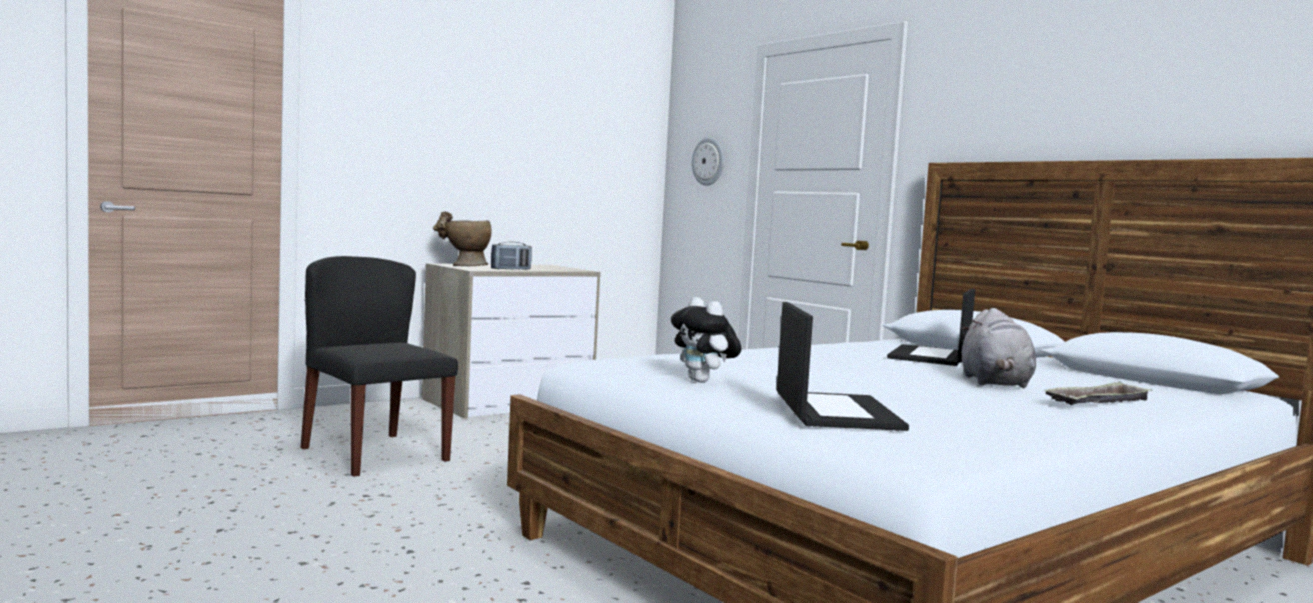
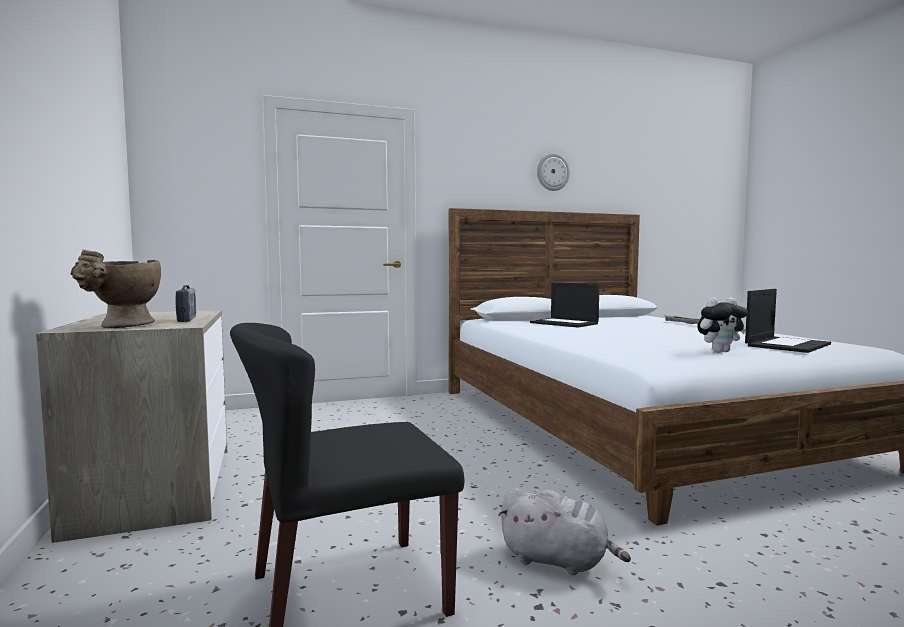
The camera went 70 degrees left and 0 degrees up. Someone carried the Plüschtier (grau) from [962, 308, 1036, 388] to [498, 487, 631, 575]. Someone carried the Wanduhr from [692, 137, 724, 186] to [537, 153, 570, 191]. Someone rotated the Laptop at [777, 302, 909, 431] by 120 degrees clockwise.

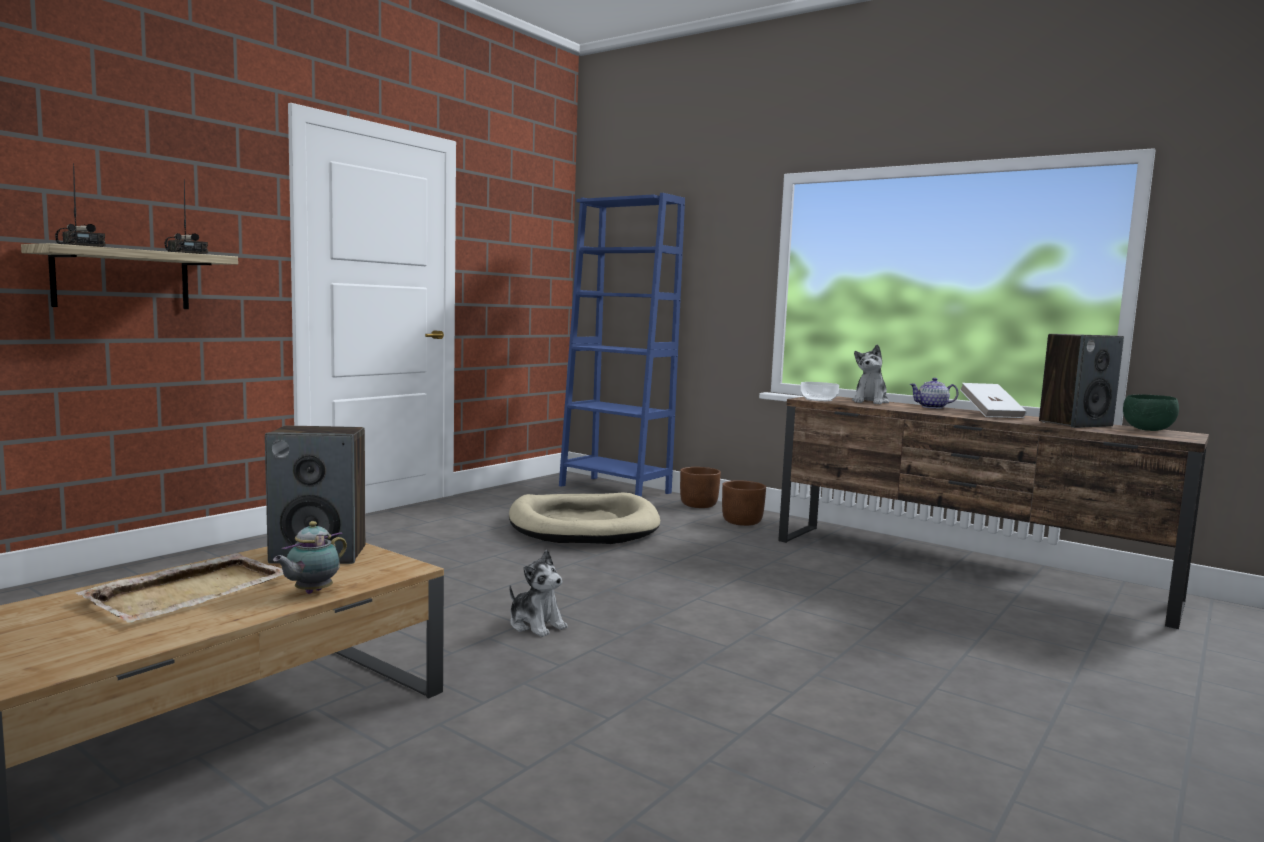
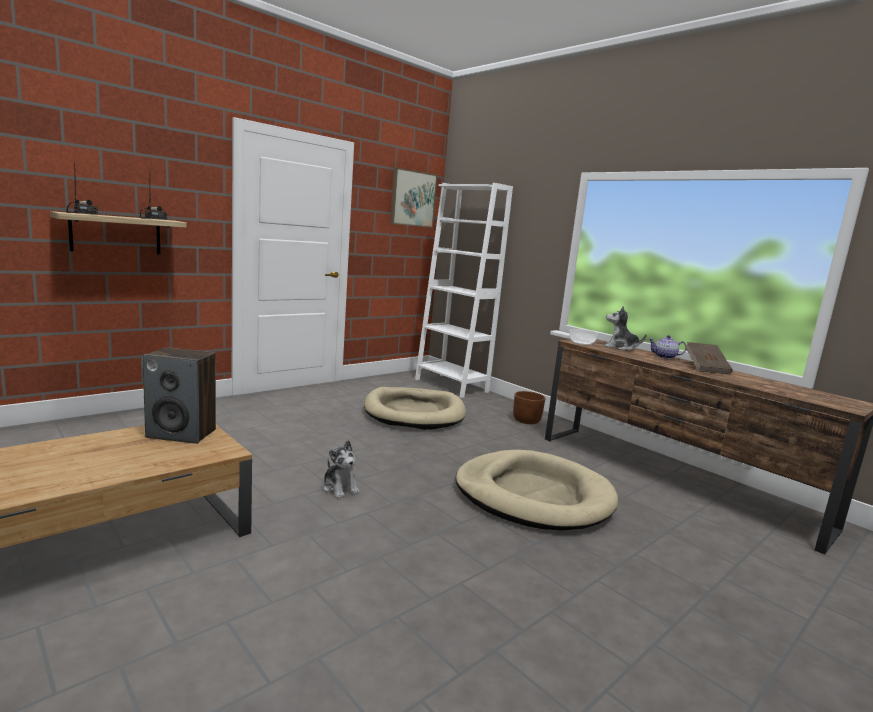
The camera went 10 degrees right and 5 degrees up. Someone put up the Bild at [390, 167, 437, 228]. Someone repainted the Bücherregal (blau) at [559, 193, 685, 497], which became the Bücherregal (weiß) at [415, 183, 513, 398]. Someone put down the Hundebett (beige) at [456, 450, 618, 530]. Someone rotated the Plüschtier at [852, 345, 889, 404] by 75 degrees clockwise. Someone repainted the Buch (weiß) at [960, 383, 1026, 418], which became the Buch (braun) at [685, 342, 733, 374]. Someone took away the Tablett (beige) at [76, 553, 284, 623]. Someone took away the Teekanne at [273, 521, 347, 594]. Someone took away the Pflanzkübel (braun) at [680, 467, 721, 508]. Someone took away the Lautsprecher at [1039, 334, 1124, 428]. Someone took away the Schüssel (grün) at [1123, 395, 1179, 431].

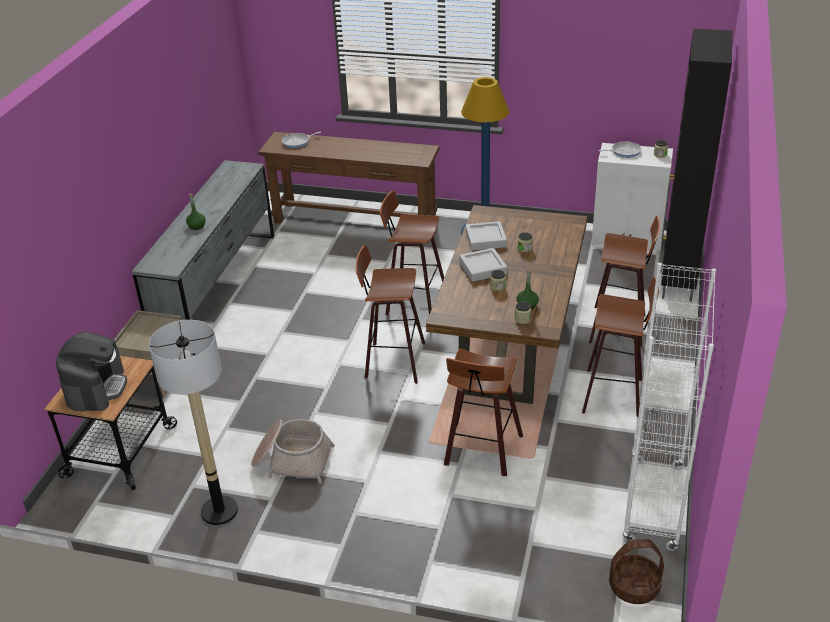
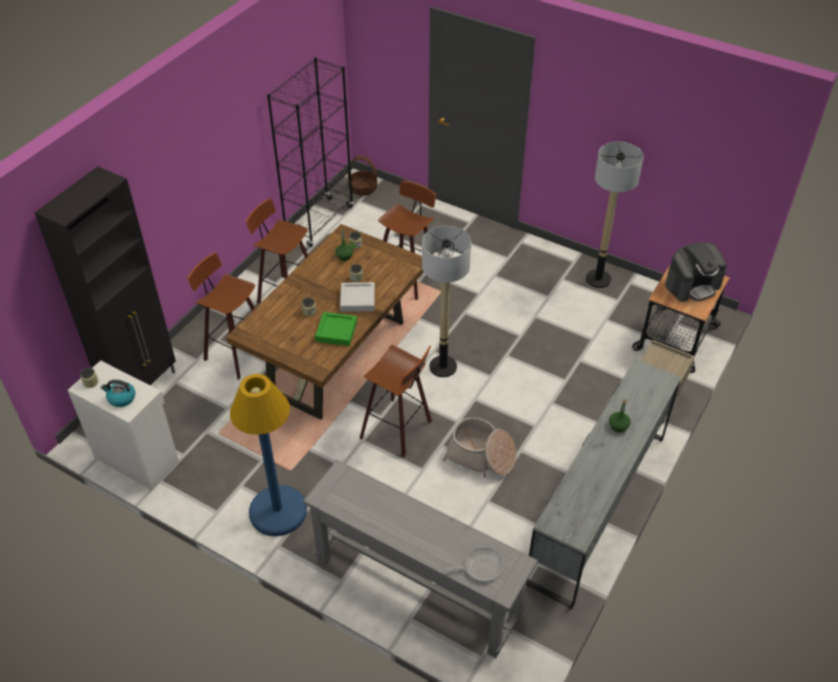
The camera went 165 degrees left and 10 degrees up. Someone swapped the Pfanne at [598, 141, 641, 158] for the Wasserkessel at [101, 380, 135, 407]. Someone repainted the Bücherregal (weiß) at [622, 263, 716, 551], which became the Bücherregal (schwarz) at [267, 57, 354, 247]. Someone repainted the Konsolentisch (braun) at [258, 132, 440, 224], which became the Konsolentisch (grau) at [303, 460, 538, 658]. Someone repainted the Tablett (grau) at [465, 221, 507, 250], which became the Tablett (grün) at [315, 312, 357, 346]. Someone swapped the Hocker at [356, 245, 425, 384] for the Stehlampe at [422, 226, 471, 377]. Someone carried the Korb from [251, 419, 335, 484] to [443, 417, 516, 478]. Someone rotated the Kaffeemaschine at [56, 331, 127, 411] by 135 degrees counterclockwise.

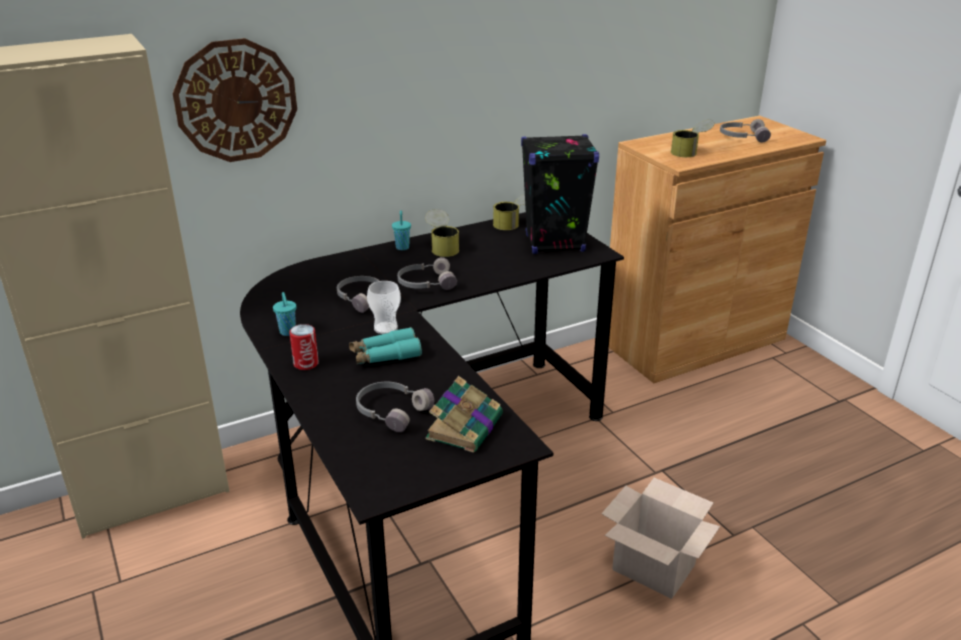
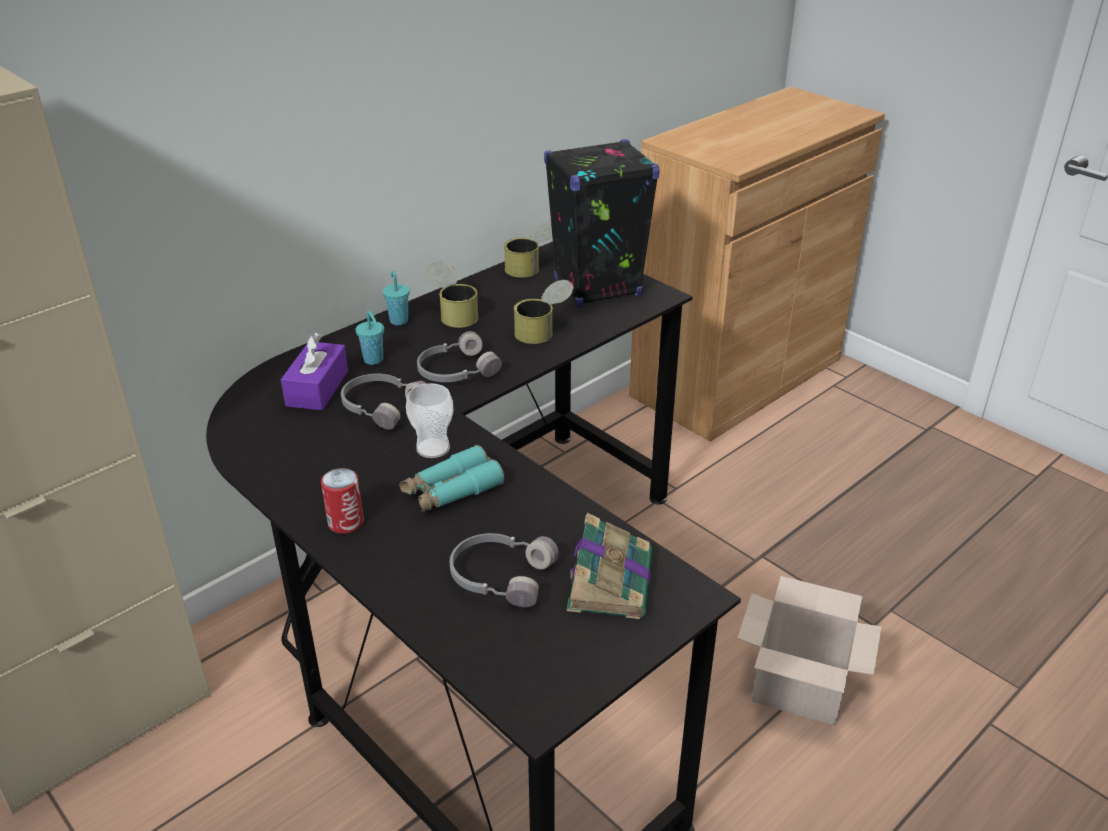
The camera went 15 degrees left and 5 degrees up. Someone put down the Taschentuchbox (lila) at [281, 332, 348, 411]. Someone carried the Tasse (türkis) from [273, 292, 296, 336] to [356, 311, 384, 365]. Someone carried the Dose from [671, 120, 715, 157] to [514, 280, 573, 344]. Someone took away the Wanduhr at [173, 38, 297, 162]. Someone took away the Kopfhörer (grau) at [720, 119, 771, 143].

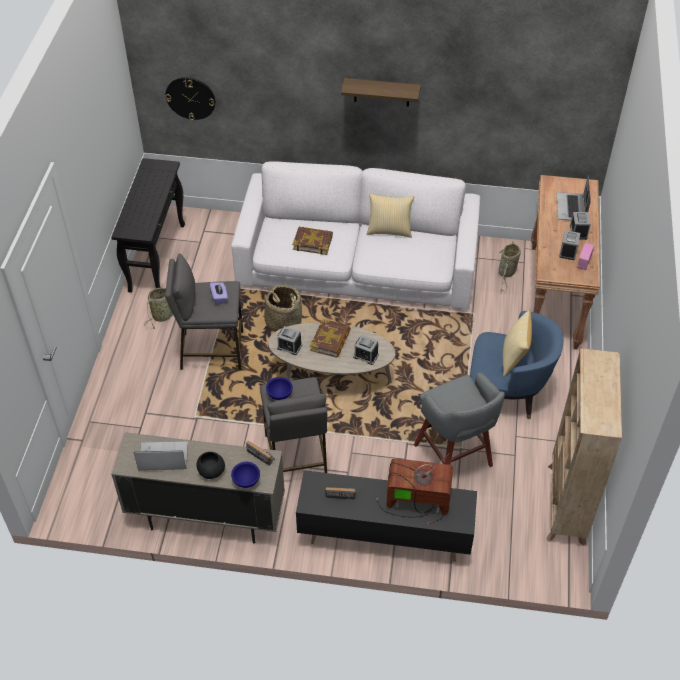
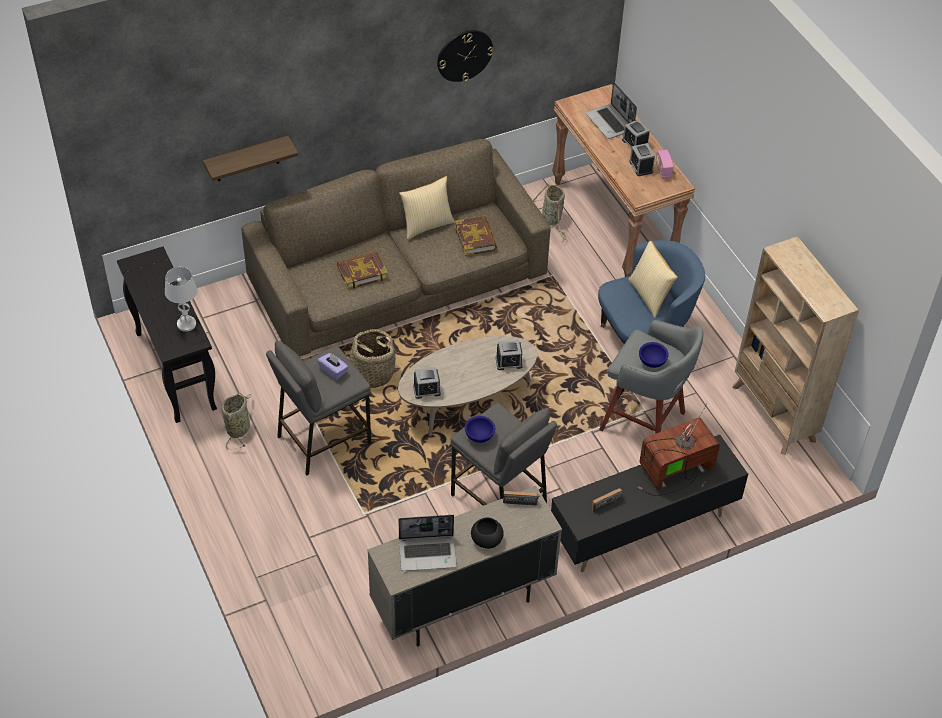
The camera went 35 degrees left and 0 degrees up. Someone put down the Tischlampe (weiß) at [165, 267, 197, 332]. Someone carried the Wandregal from [341, 78, 421, 107] to [203, 136, 298, 181]. Someone repainted the Sofa (weiß) at [231, 161, 481, 309], which became the Sofa (braun) at [241, 139, 551, 357]. Someone rotated the Laptop at [134, 441, 188, 470] by 150 degrees counterclockwise. Someone carried the Wanduhr from [165, 77, 215, 120] to [437, 30, 493, 82]. Someone carried the Buch from [310, 319, 351, 358] to [455, 216, 497, 256]. Someone carried the Schüssel (blau) from [231, 462, 260, 488] to [639, 342, 669, 368].

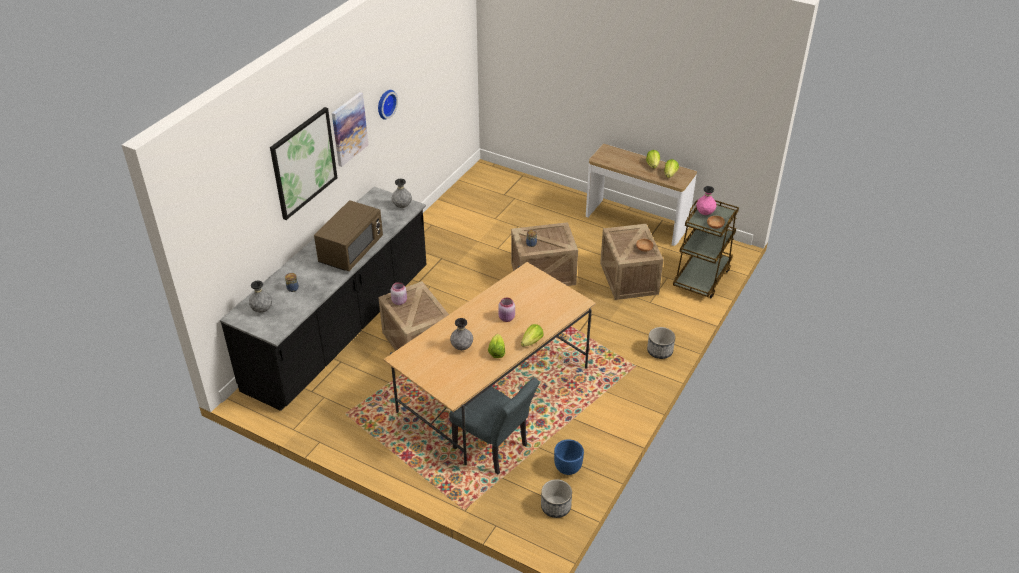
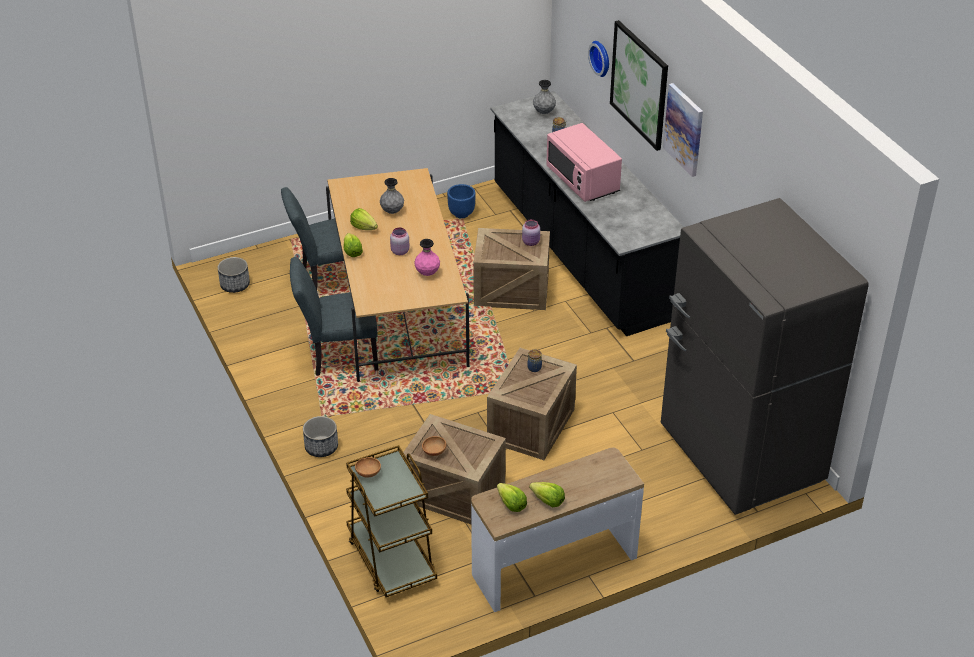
The camera went 125 degrees right and 0 degrees up. Someone put down the Stuhl (grau) at [290, 257, 378, 376]. Someone carried the Vase (rosa) from [696, 186, 716, 215] to [414, 239, 440, 276]. Someone carried the Pflanzkübel (blau) from [554, 439, 584, 475] to [447, 184, 476, 218]. Someone repainted the Mikrowelle (braun) at [314, 200, 383, 271], which became the Mikrowelle (rosa) at [546, 123, 622, 202]. Someone carried the Wanduhr from [378, 90, 398, 120] to [588, 41, 609, 77]. Someone put down the Kühlschrank (grau) at [661, 198, 869, 515]. Someone took away the Vase (grau) at [392, 179, 412, 208].

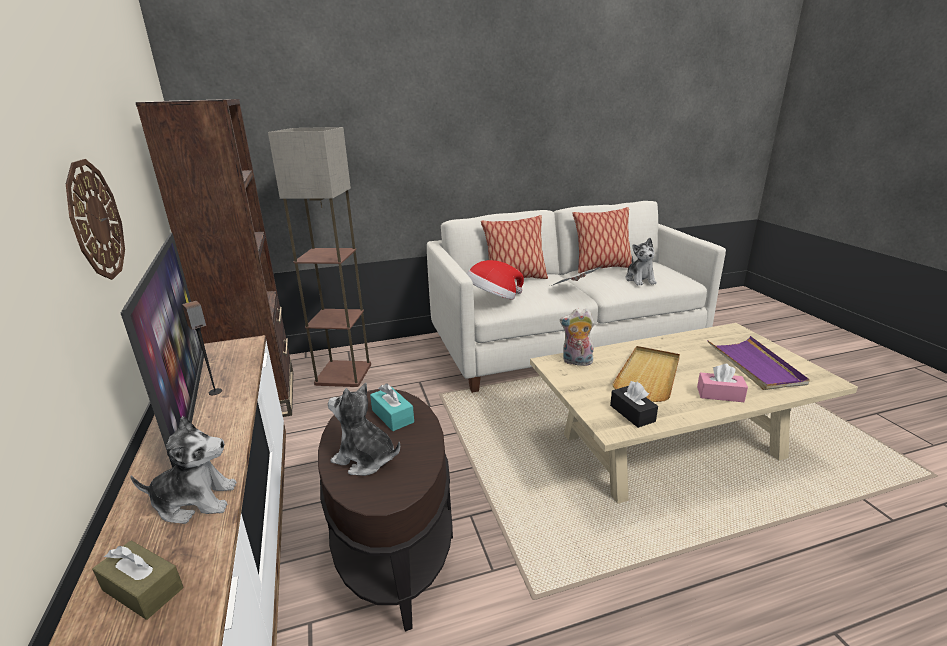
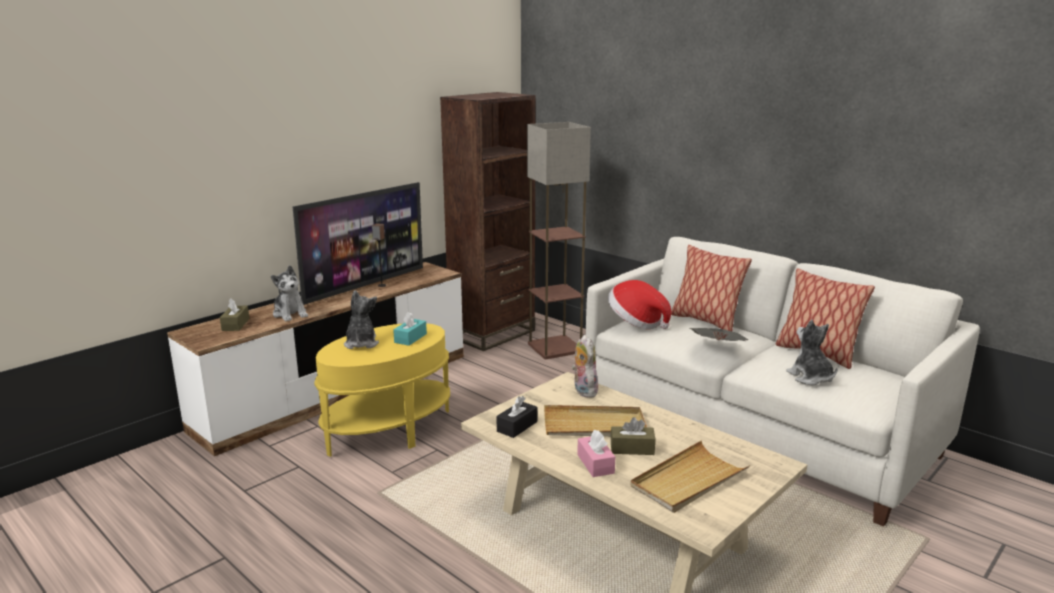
The camera went 60 degrees right and 5 degrees down. Someone repainted the Beistelltisch (braun) at [318, 389, 453, 632], which became the Beistelltisch (gelb) at [314, 323, 450, 457]. Someone put down the Taschentuchbox (braun) at [610, 417, 656, 455]. Someone repainted the Tablett (lila) at [707, 336, 810, 390], which became the Tablett (beige) at [630, 441, 750, 513]. Someone rotated the Plüschtier at [626, 238, 657, 285] by 105 degrees clockwise. Someone took away the Wanduhr at [66, 159, 125, 280].

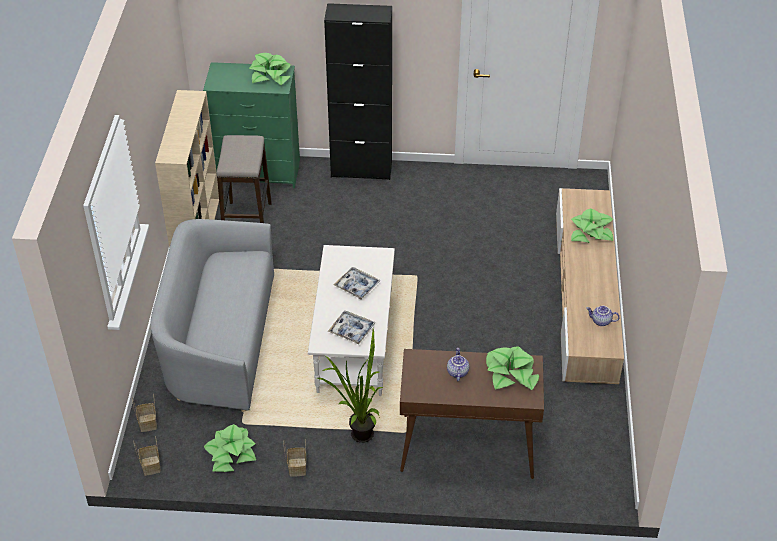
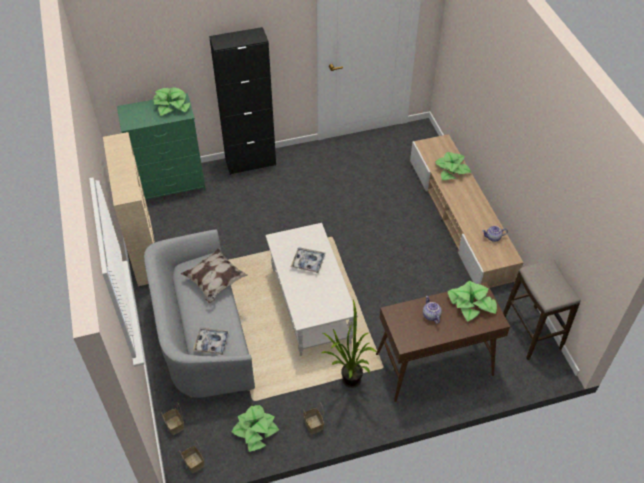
The camera went 20 degrees left and 5 degrees up. Someone put down the Kissen at [181, 248, 248, 303]. Someone carried the Tablett from [328, 311, 376, 344] to [193, 327, 230, 355]. Someone carried the Hocker from [216, 135, 272, 223] to [503, 259, 581, 360].

